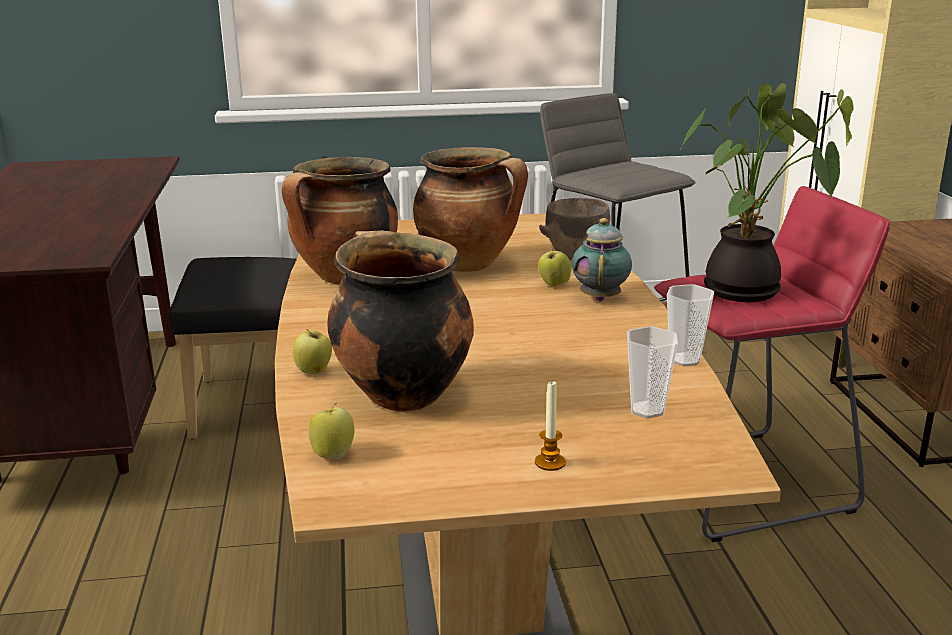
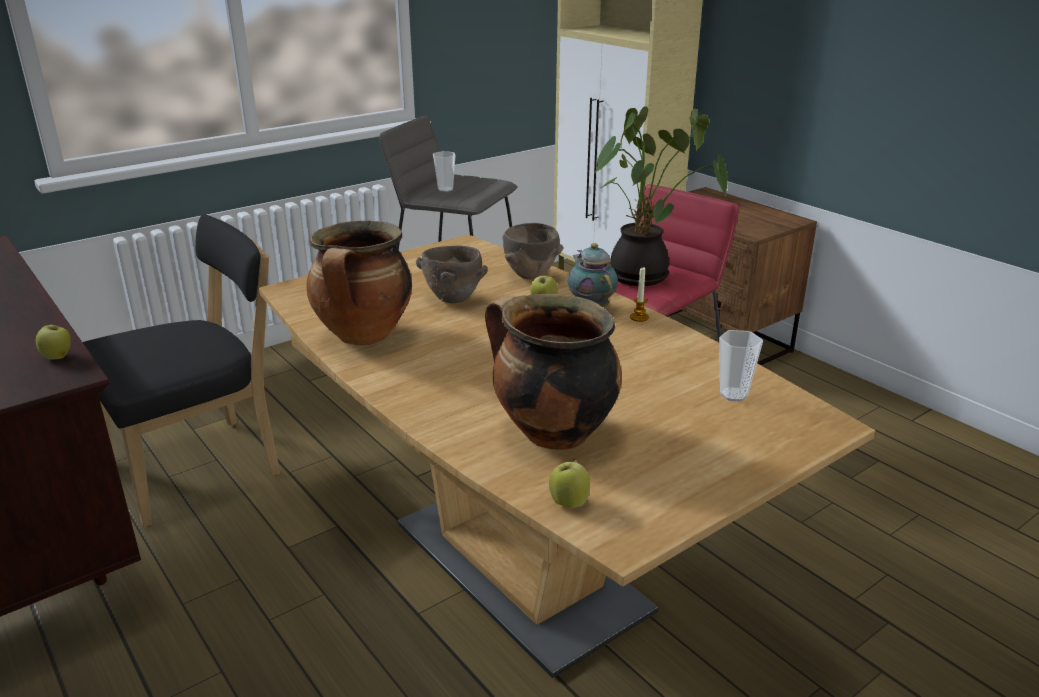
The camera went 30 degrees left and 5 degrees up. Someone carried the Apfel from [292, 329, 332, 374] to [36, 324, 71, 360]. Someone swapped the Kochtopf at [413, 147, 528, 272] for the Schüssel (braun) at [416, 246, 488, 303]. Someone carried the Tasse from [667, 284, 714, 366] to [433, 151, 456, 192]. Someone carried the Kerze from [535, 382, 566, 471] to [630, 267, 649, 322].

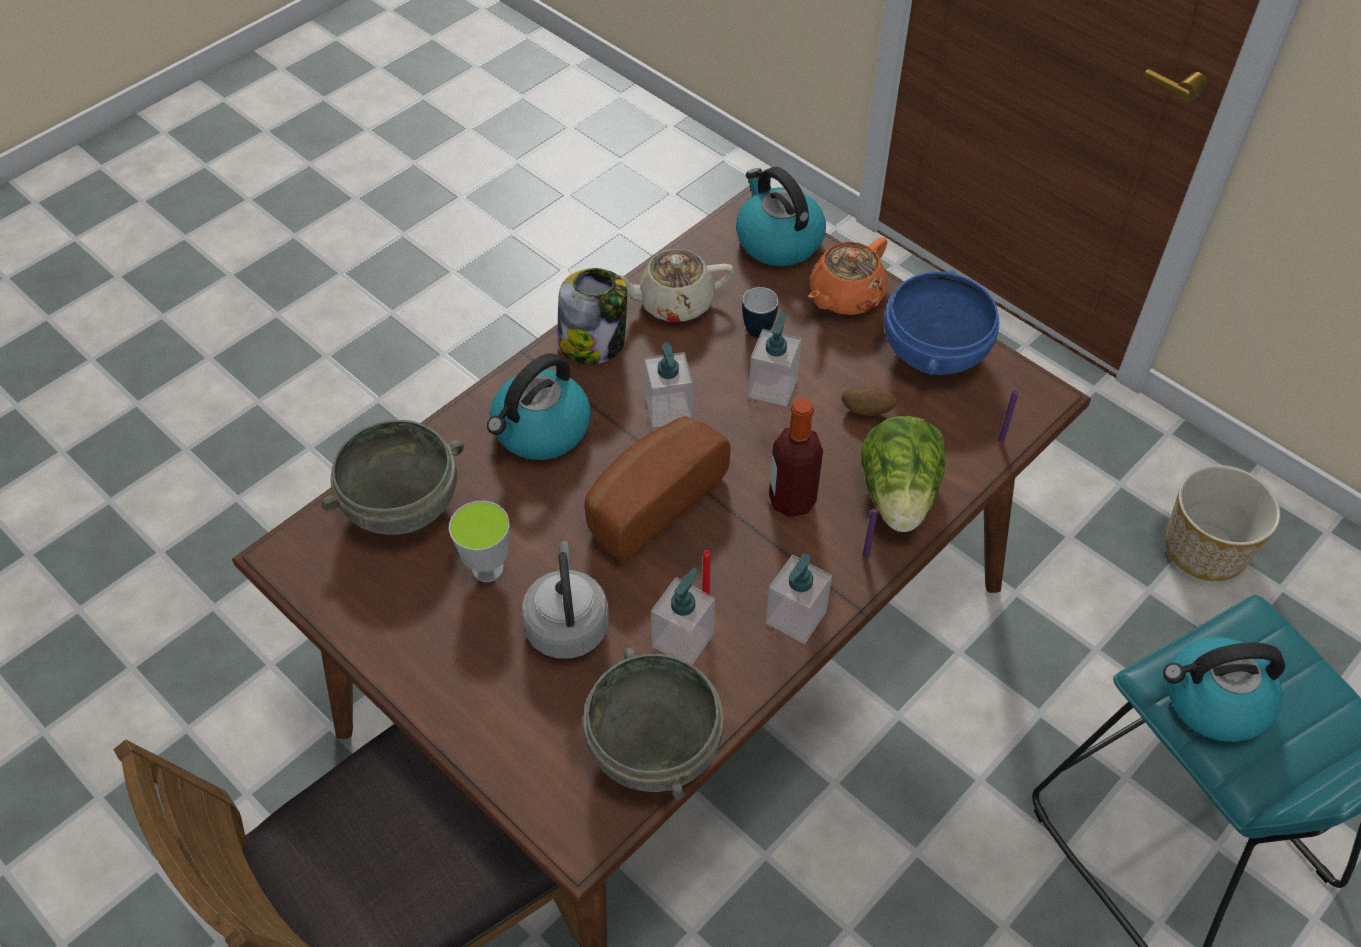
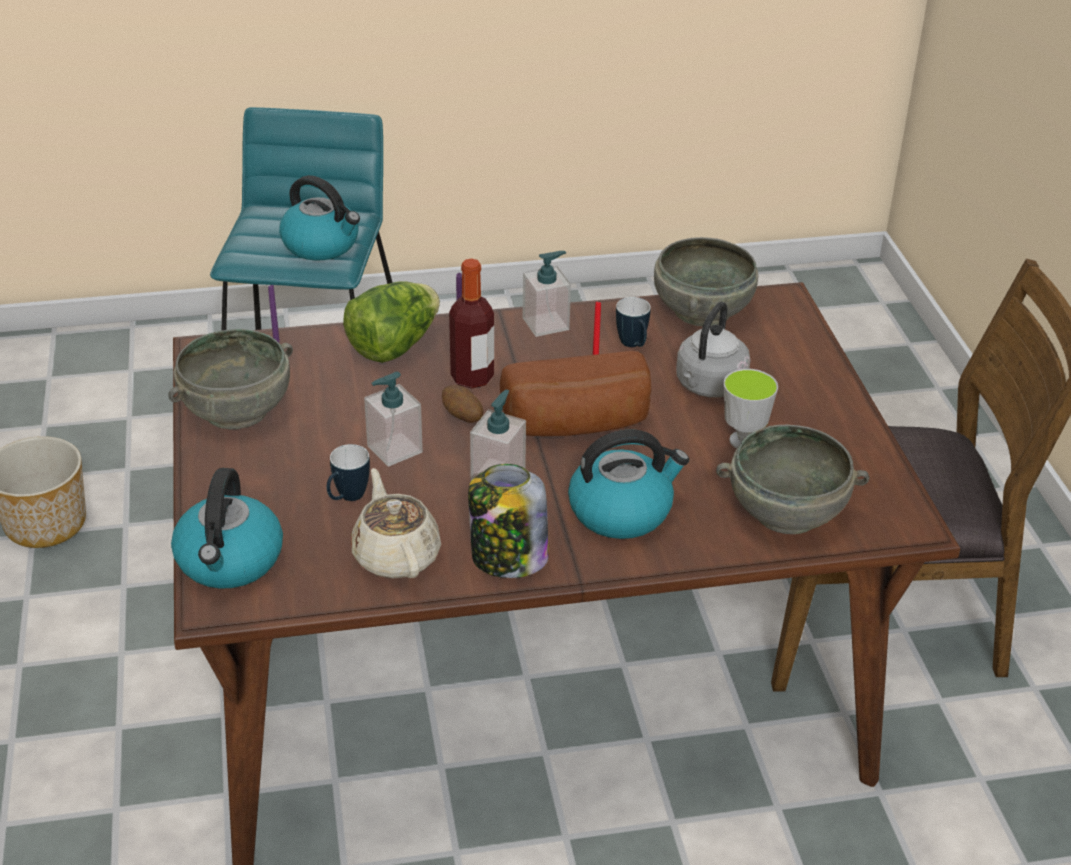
The camera went 145 degrees left and 15 degrees down. Someone repainted the Schüssel (blau) at [884, 270, 999, 375], which became the Schüssel (grau) at [168, 329, 293, 430]. Someone rotated the Teekanne (beige) at [619, 249, 734, 322] by 135 degrees counterclockwise. Someone carried the Kartoffel from [842, 386, 897, 416] to [442, 385, 483, 423]. Someone swapped the Seifenspender at [651, 567, 715, 665] for the Henkelbecher at [616, 297, 651, 347]. Someone took away the Teekanne (orange) at [809, 237, 887, 315].

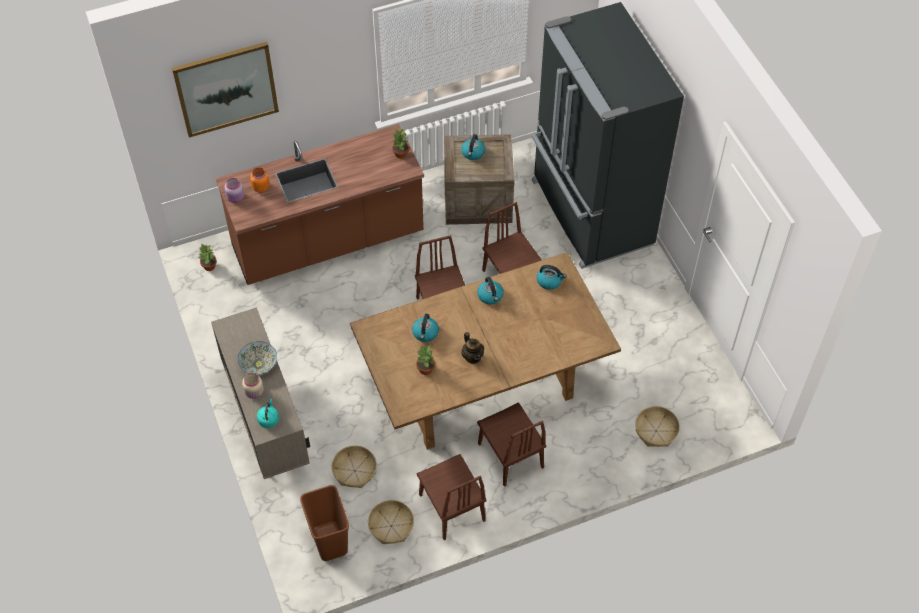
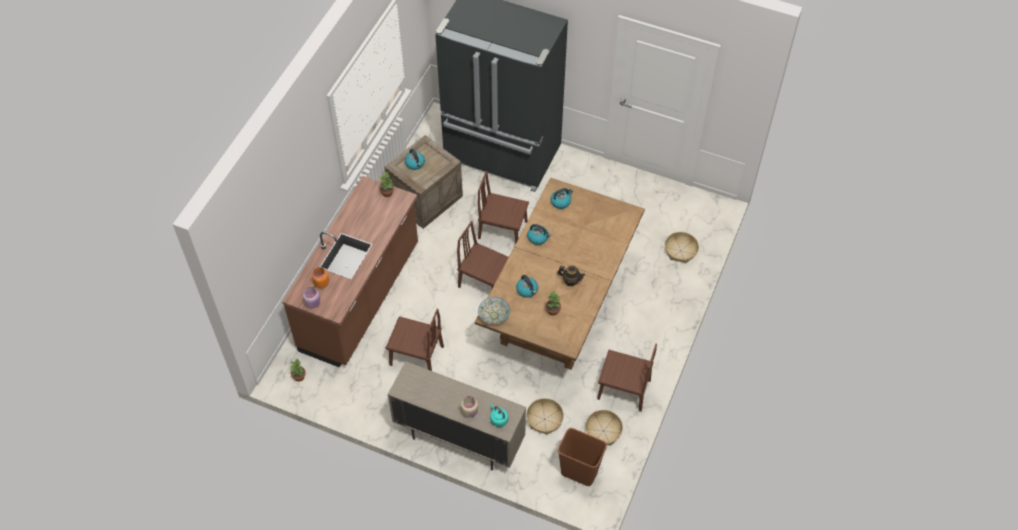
The camera went 45 degrees left and 0 degrees up. Someone carried the Stuhl (braun) from [477, 402, 547, 487] to [386, 309, 444, 371]. Someone carried the Schüssel from [238, 341, 277, 374] to [478, 297, 510, 324]. Someone took away the Bild at [172, 42, 279, 138].

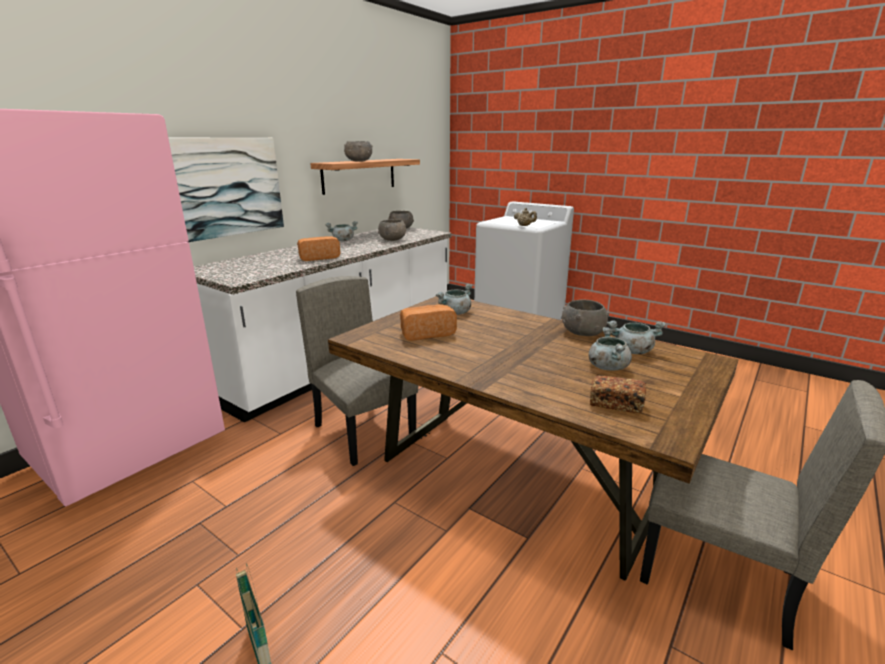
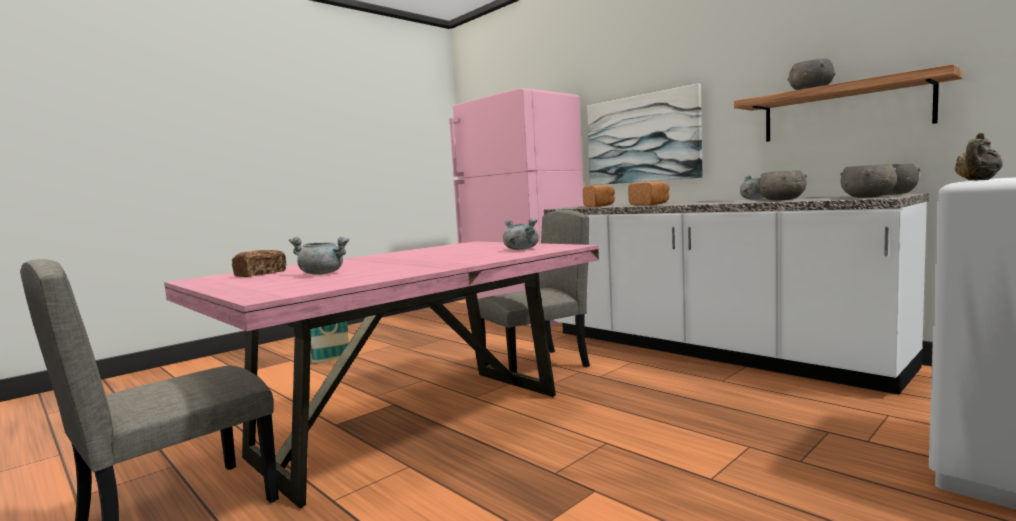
The camera went 100 degrees right and 15 degrees down. Someone repainted the Esstisch (braun) at [328, 296, 739, 581], which became the Esstisch (rosa) at [164, 241, 599, 508]. Someone carried the Brot from [400, 304, 457, 341] to [583, 185, 615, 207]. Someone carried the Schüssel (grau) from [562, 300, 609, 336] to [840, 164, 897, 198]. Someone took away the Kochtopf (grau) at [607, 320, 666, 354].

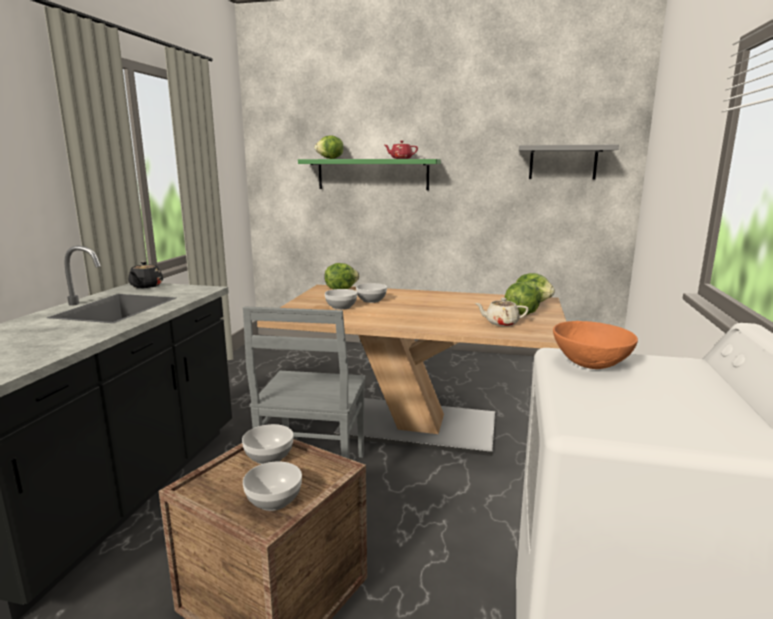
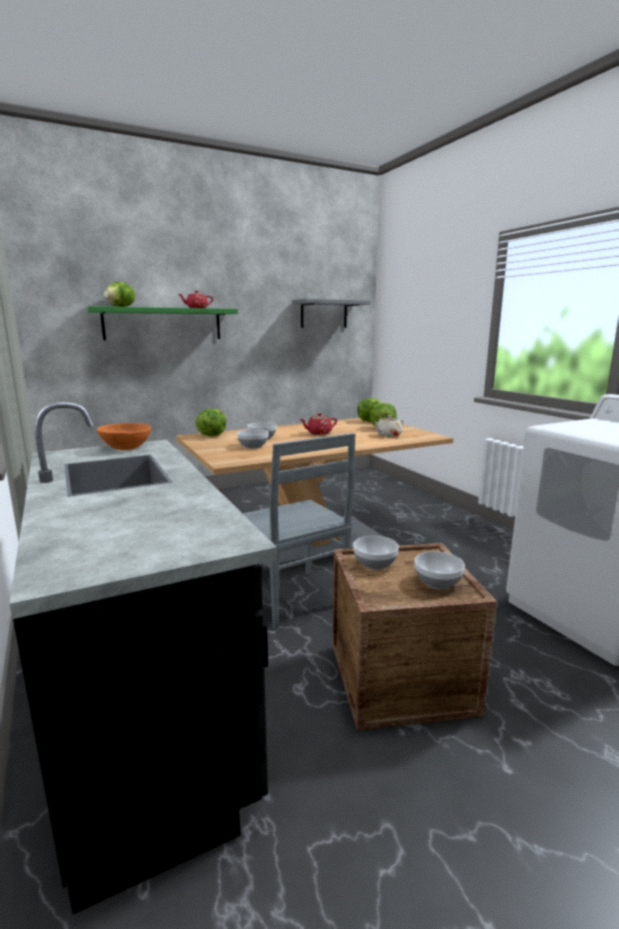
The camera went 40 degrees left and 0 degrees up. Someone carried the Schüssel (orange) from [553, 321, 638, 369] to [97, 423, 151, 450]. Someone put down the Teekanne (rot) at [300, 413, 337, 435]. Someone took away the Teekanne (schwarz) at [128, 261, 163, 288].

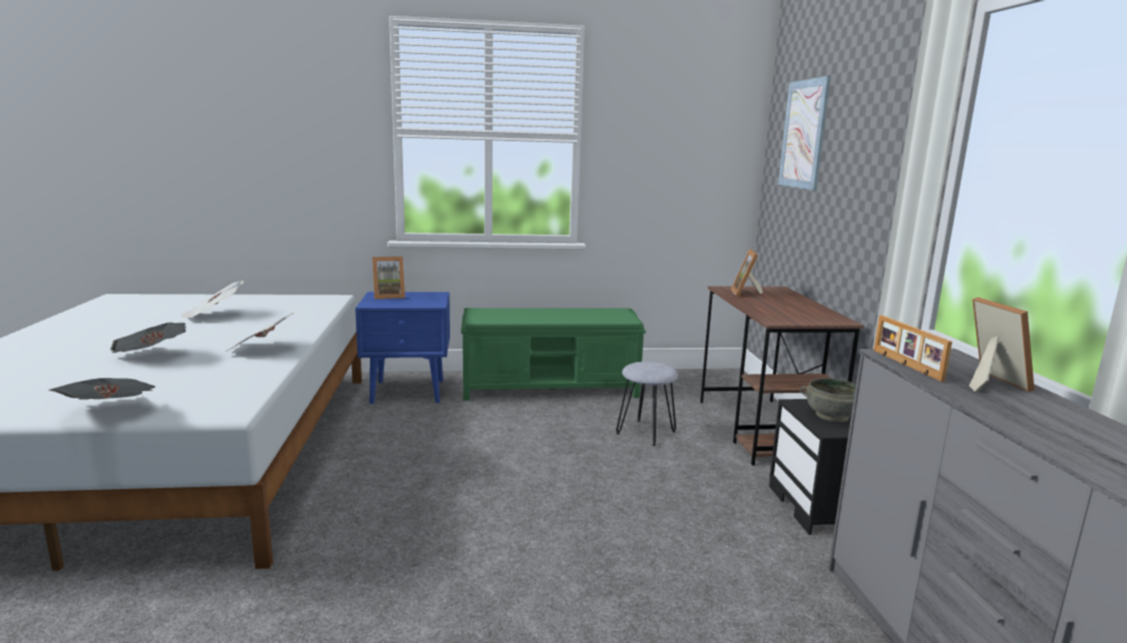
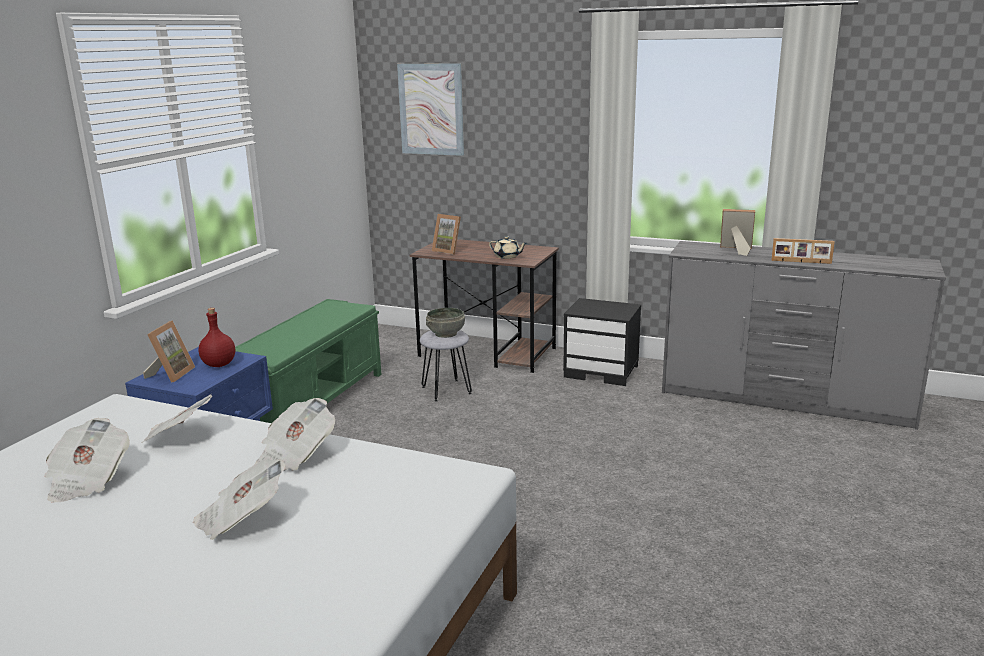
The camera went 60 degrees left and 5 degrees up. Someone carried the Zeitung from [49, 378, 155, 400] to [140, 394, 212, 444]. Someone put down the Flasche (rot) at [198, 308, 235, 367]. Someone carried the Schüssel (grau) from [800, 378, 856, 422] to [426, 308, 465, 338]. Someone put down the Teekanne (beige) at [489, 236, 527, 259]. Someone carried the Bilderrahmen from [874, 315, 952, 382] to [771, 238, 835, 264].

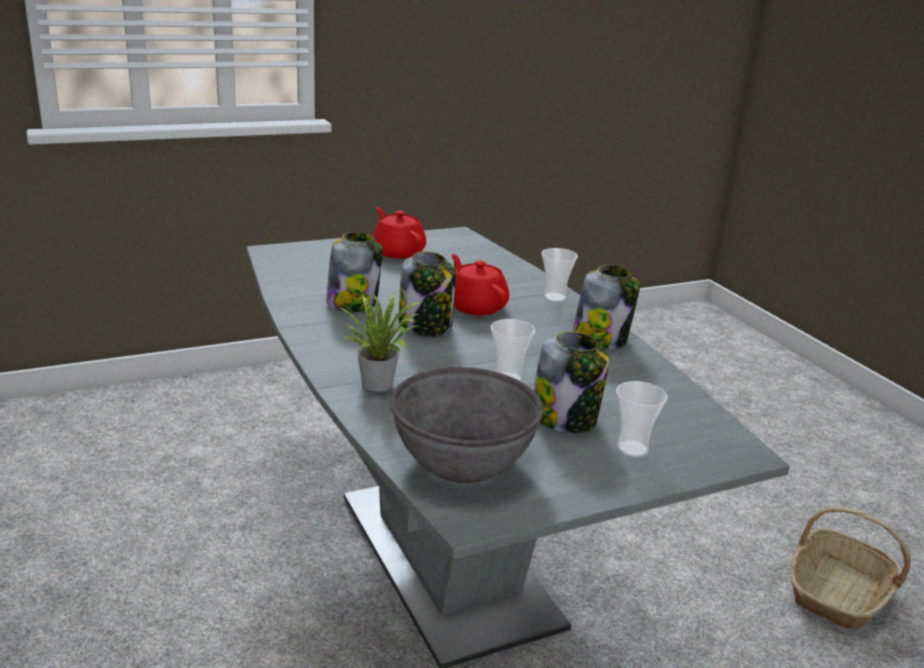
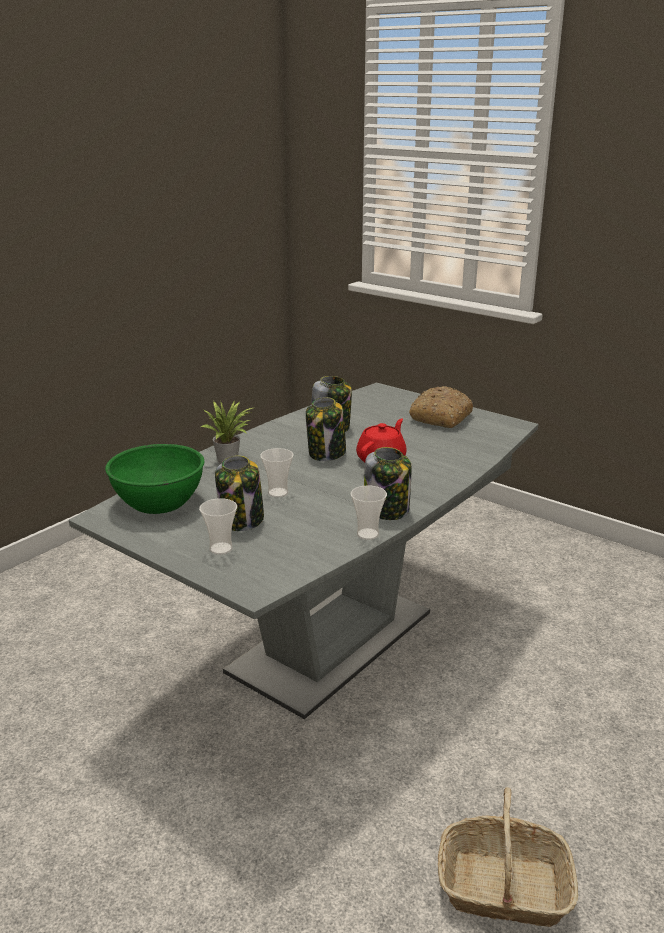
The camera went 65 degrees right and 0 degrees up. Someone repainted the Schüssel (grau) at [390, 367, 544, 483], which became the Schüssel (grün) at [105, 444, 204, 514]. Someone carried the Tasse from [541, 248, 578, 302] to [351, 485, 387, 540]. Someone swapped the Teekanne (rot) at [372, 207, 426, 258] for the Brot at [409, 386, 473, 428].

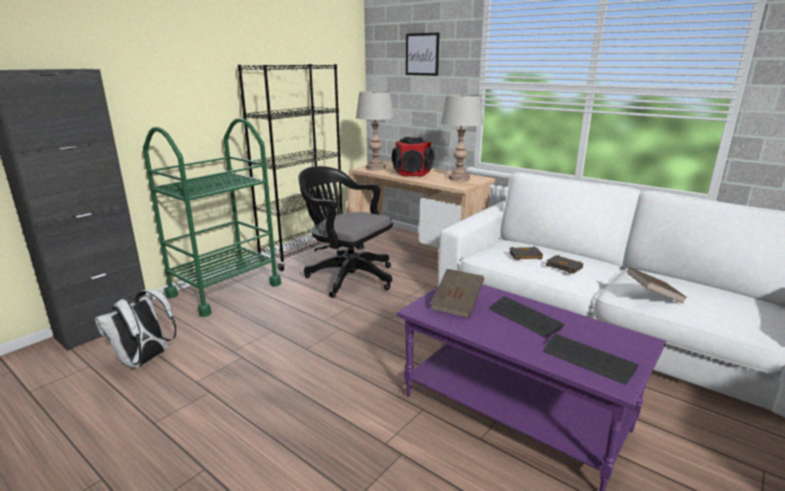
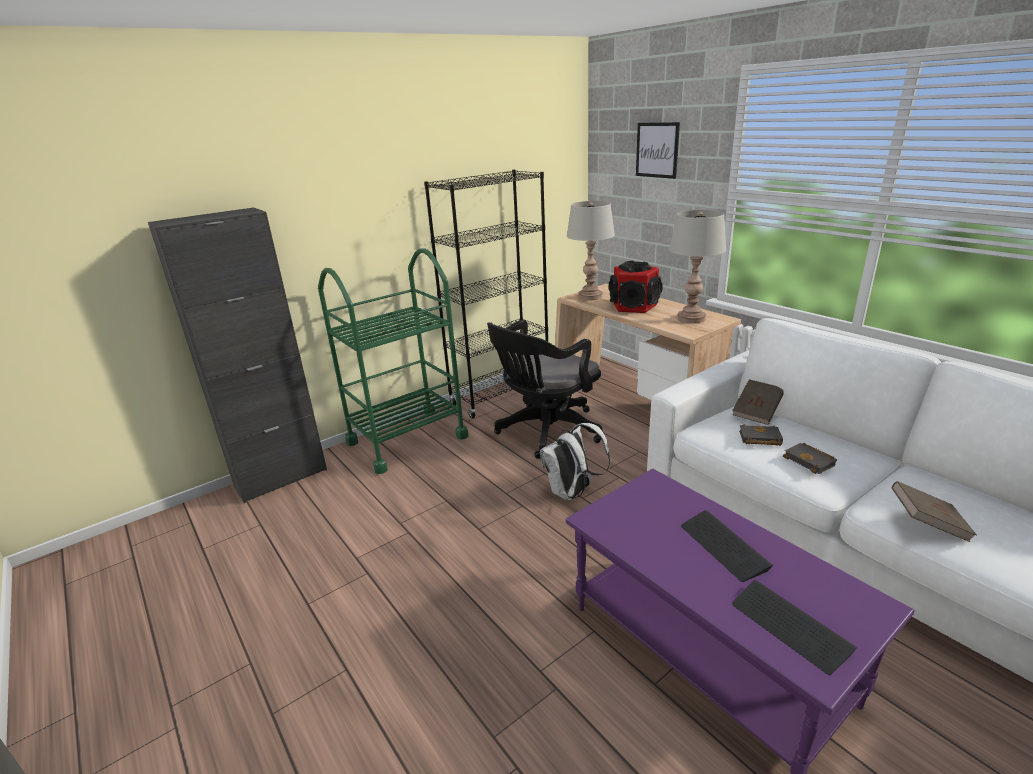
The camera went 15 degrees right and 5 degrees up. Someone rotated the Bürostuhl (schwarz) at [298, 166, 393, 298] by 90 degrees counterclockwise. Someone carried the Rucksack (weiß) from [95, 289, 176, 368] to [540, 423, 610, 501]. Someone carried the Buch (braun) from [430, 269, 484, 318] to [732, 379, 784, 425].

